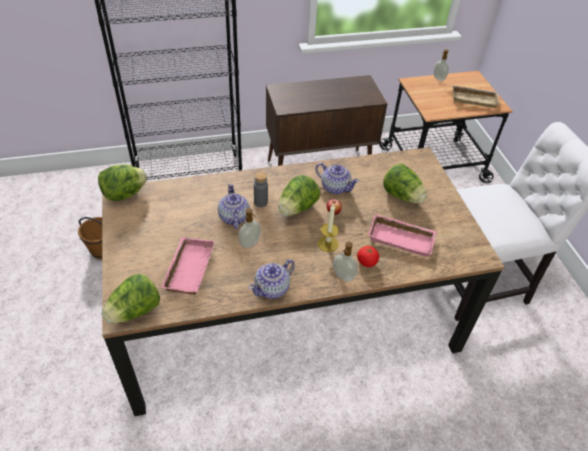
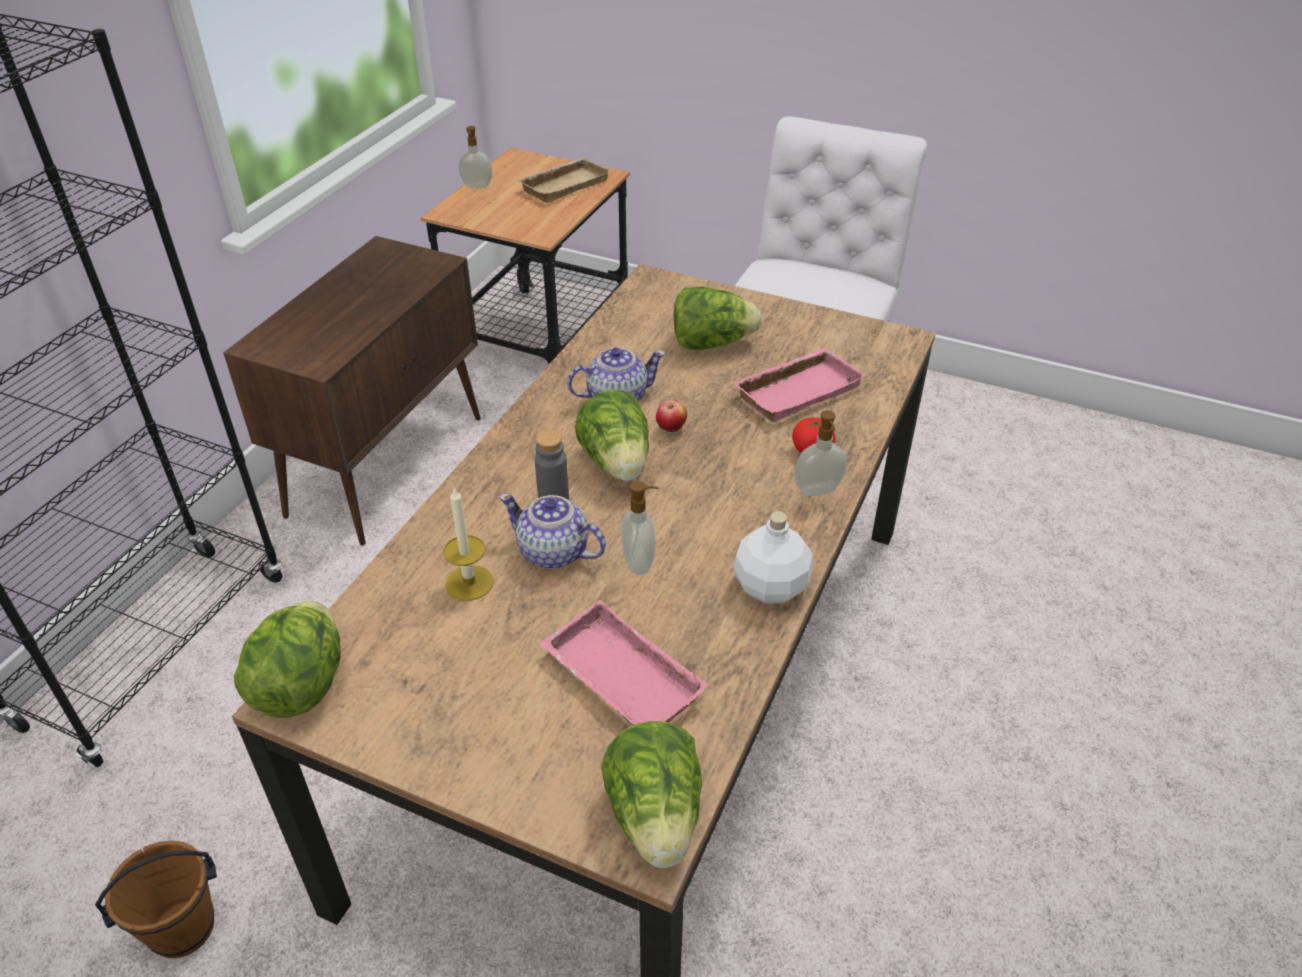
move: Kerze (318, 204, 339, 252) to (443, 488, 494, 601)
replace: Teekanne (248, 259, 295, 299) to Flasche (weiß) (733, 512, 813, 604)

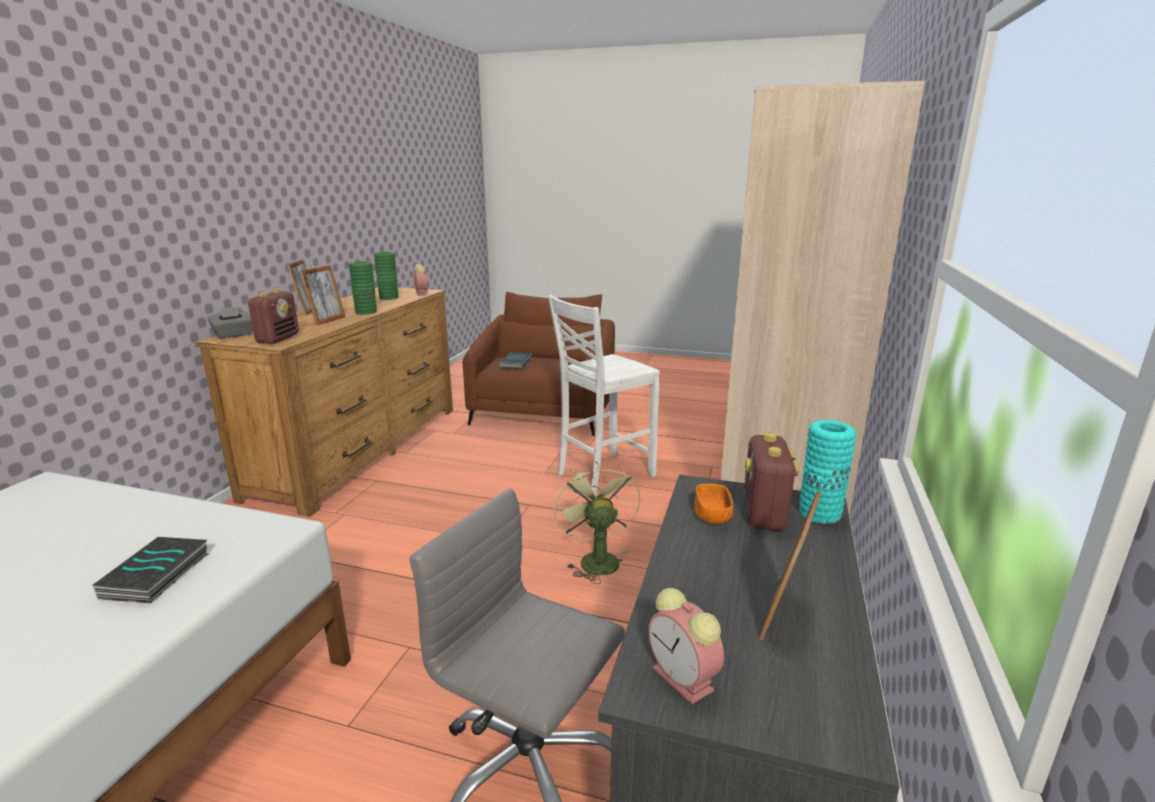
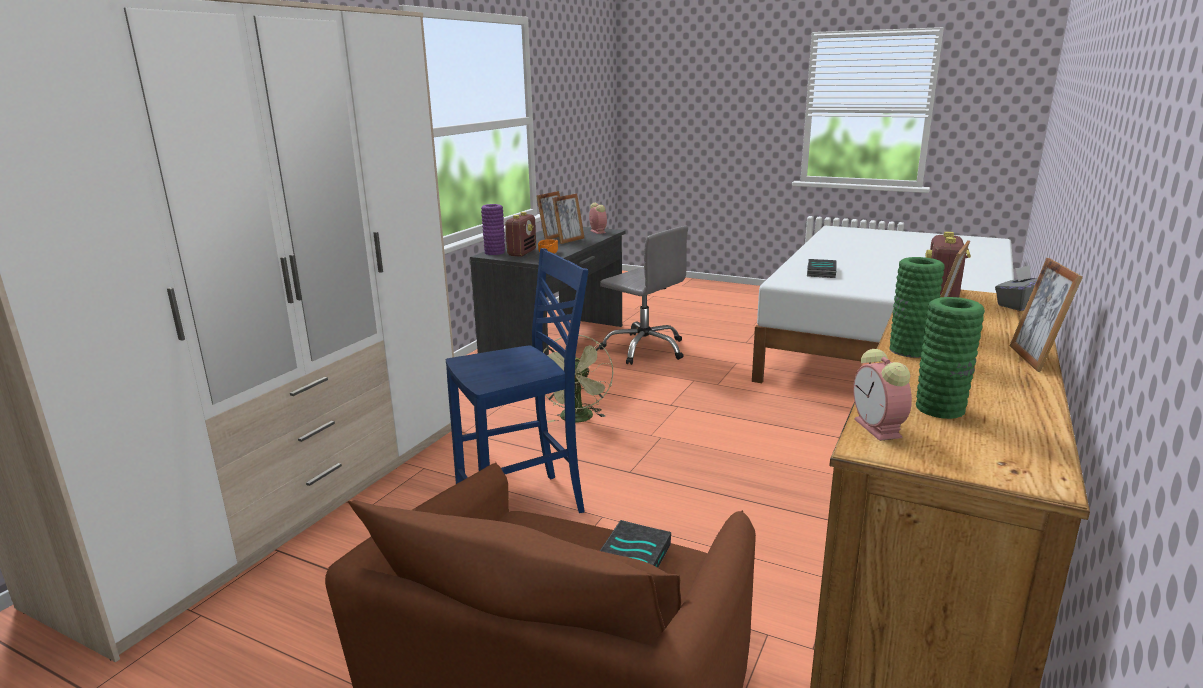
insert: Bilderrahmen (552, 194, 585, 244)
recolor: Stuhl (weiß) (548, 295, 660, 495) to Stuhl (blau) (446, 248, 588, 513); Vase (türkis) (799, 420, 856, 524) to Vase (lila) (481, 204, 505, 255)

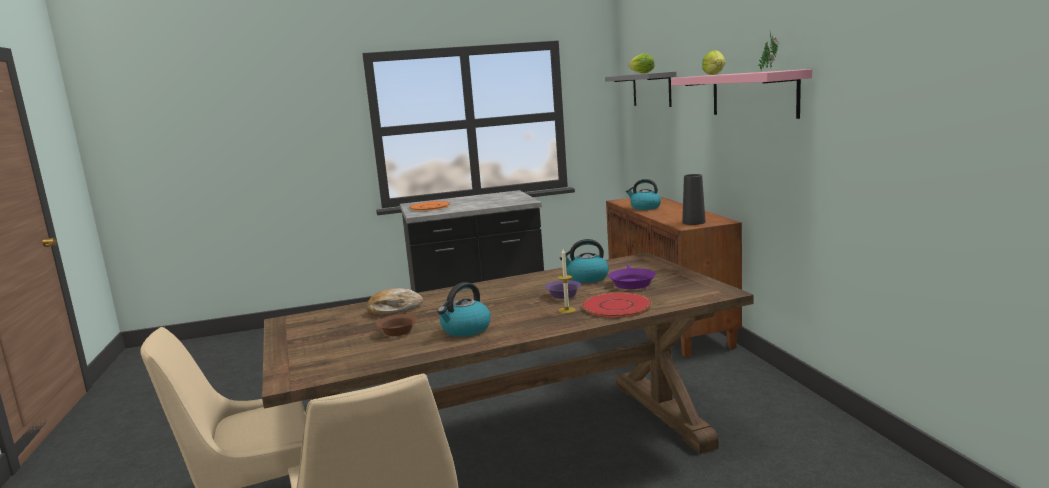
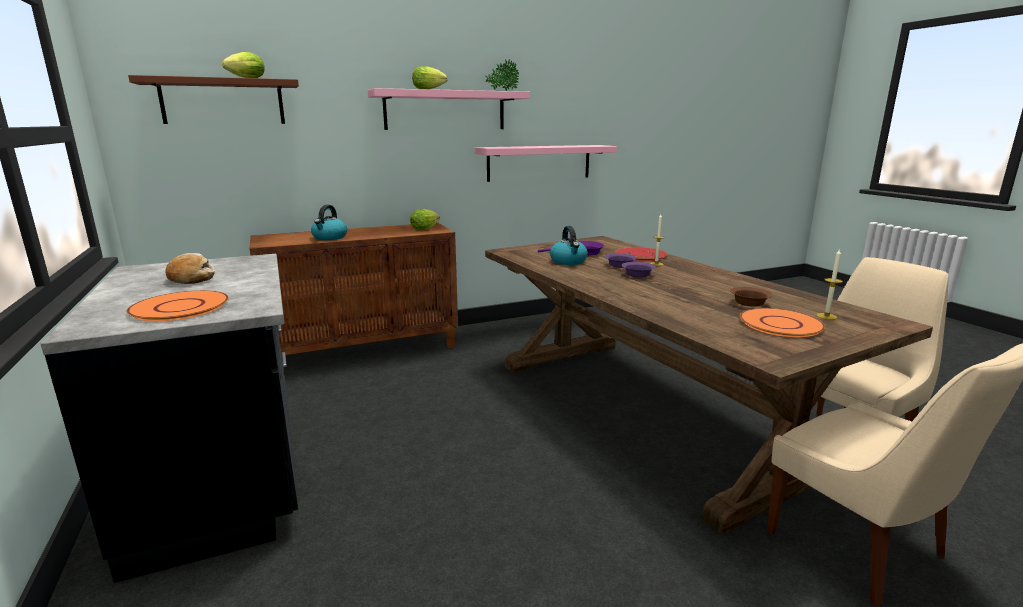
delete: Wasserkessel (437, 282, 491, 337)
insert: Wandregal (rosa) (475, 145, 617, 182); Schüssel (lila) (622, 262, 656, 278); Teller (orange) (740, 308, 825, 337); Kerze (816, 248, 843, 320)
move: Brot (367, 288, 423, 316) to (165, 253, 215, 284)
replace: Vase (schwarz) (682, 174, 706, 225) to Salatkopf (410, 209, 440, 230)
recolor: Wandregal (grau) (605, 71, 677, 107) to Wandregal (braun) (128, 75, 299, 124)

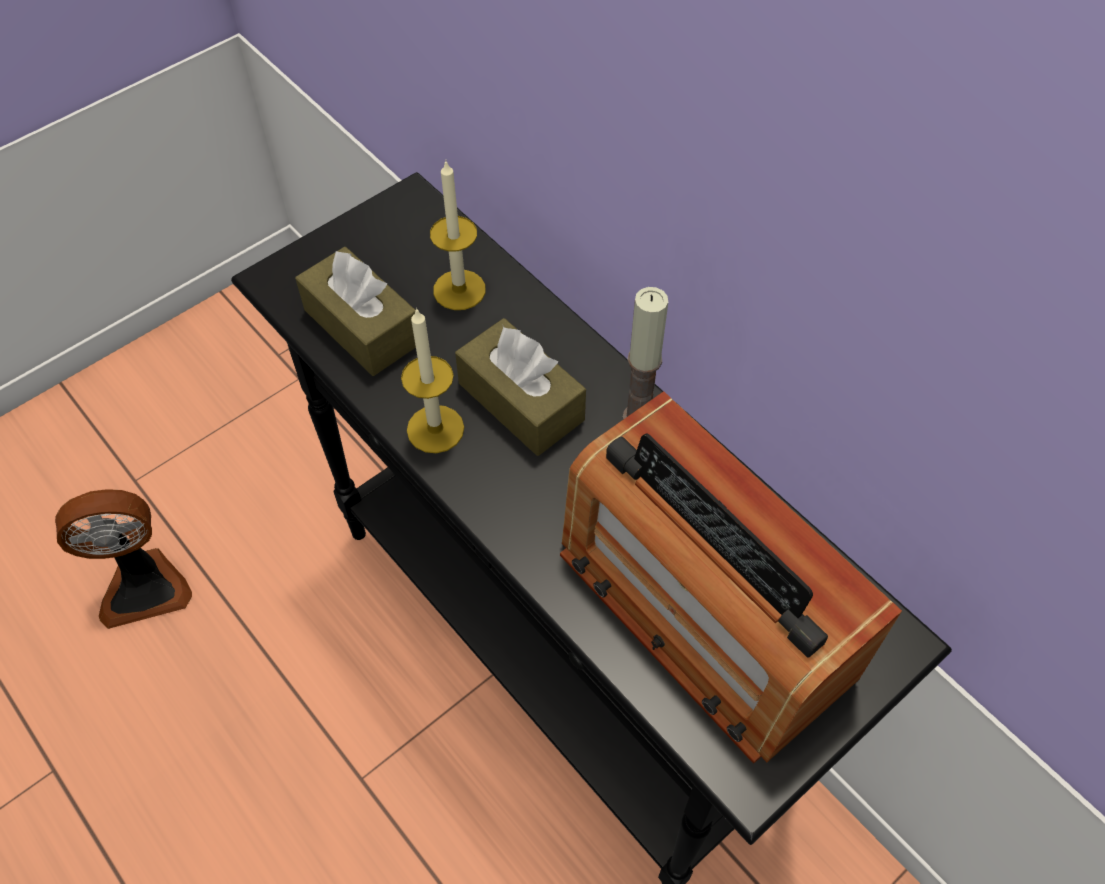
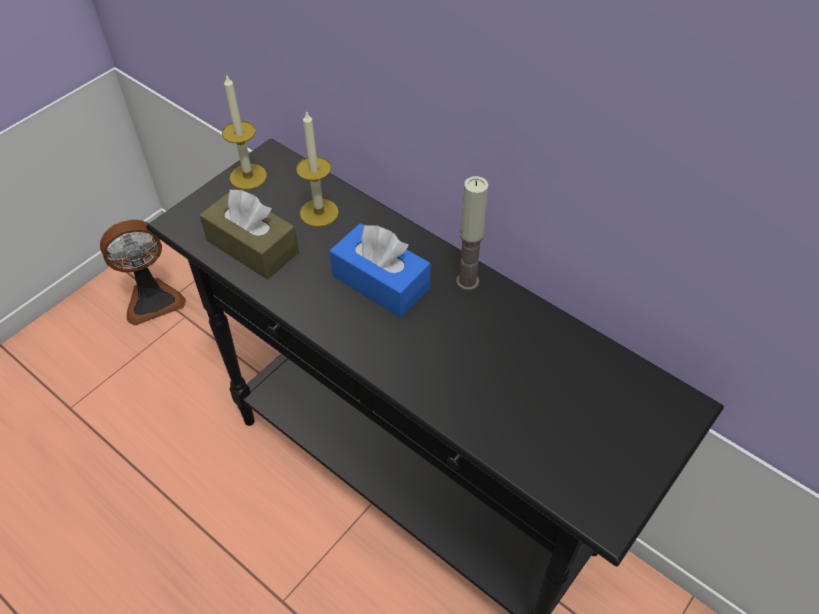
delete: Radio (560, 391, 902, 764)
move: Ventilator (55, 489, 192, 629) to (100, 220, 186, 326); Kerze (401, 307, 464, 453) to (222, 74, 267, 190)
recolor: Taschentuchbox (braun) (455, 318, 586, 456) to Taschentuchbox (blau) (330, 223, 431, 318)

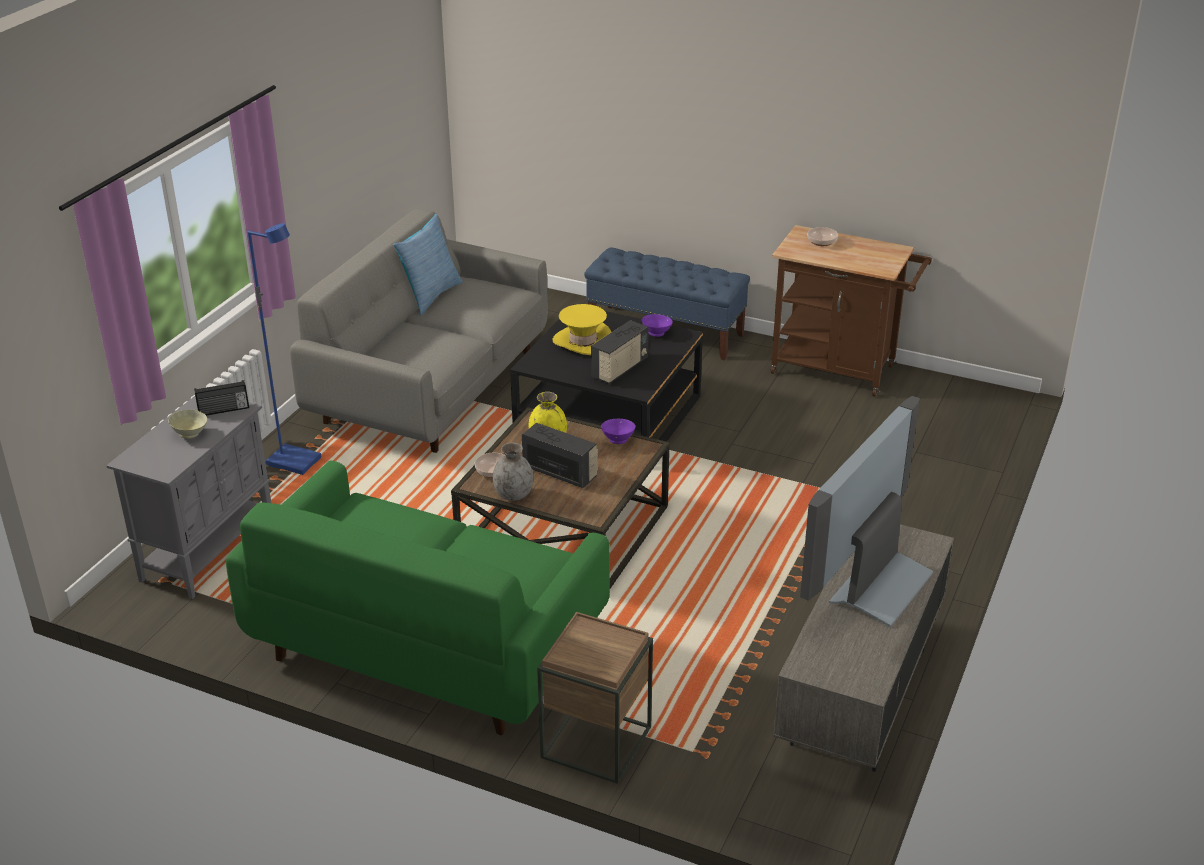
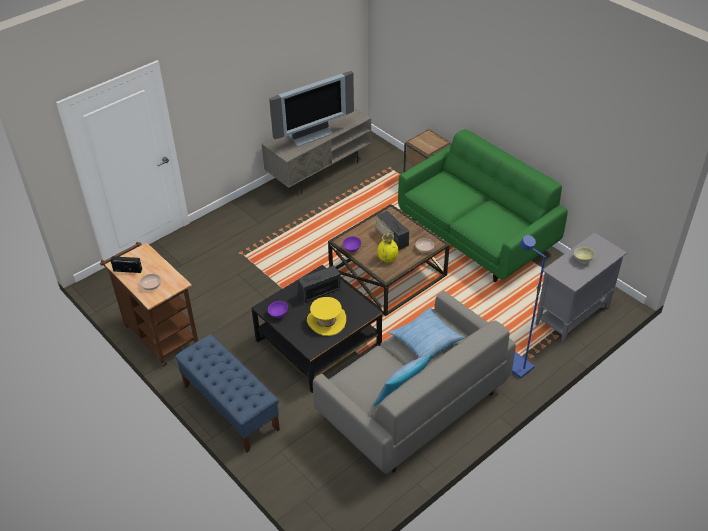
delete: Vase (grau) (493, 443, 533, 501)
insert: Kissen (388, 307, 465, 358)
move: Radio (194, 380, 249, 416) to (110, 256, 142, 273)

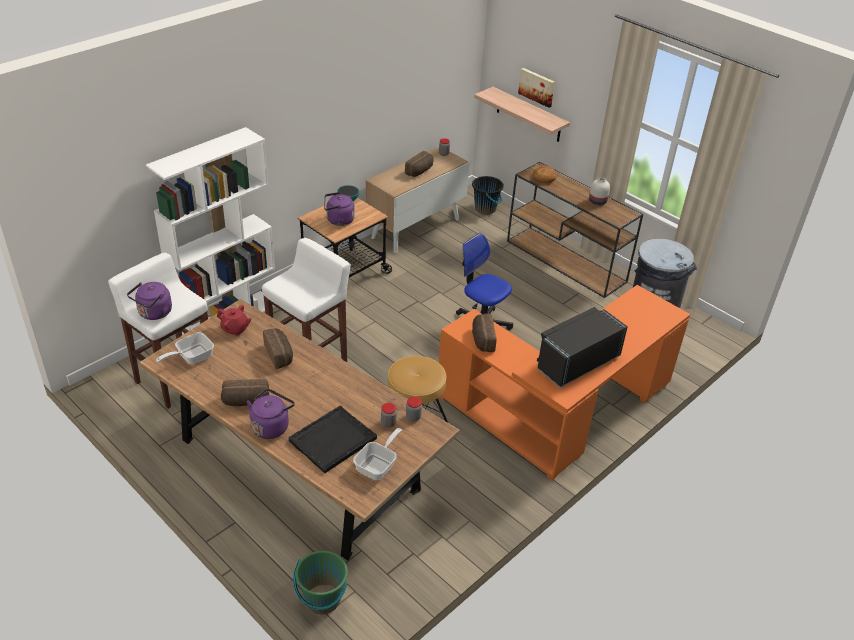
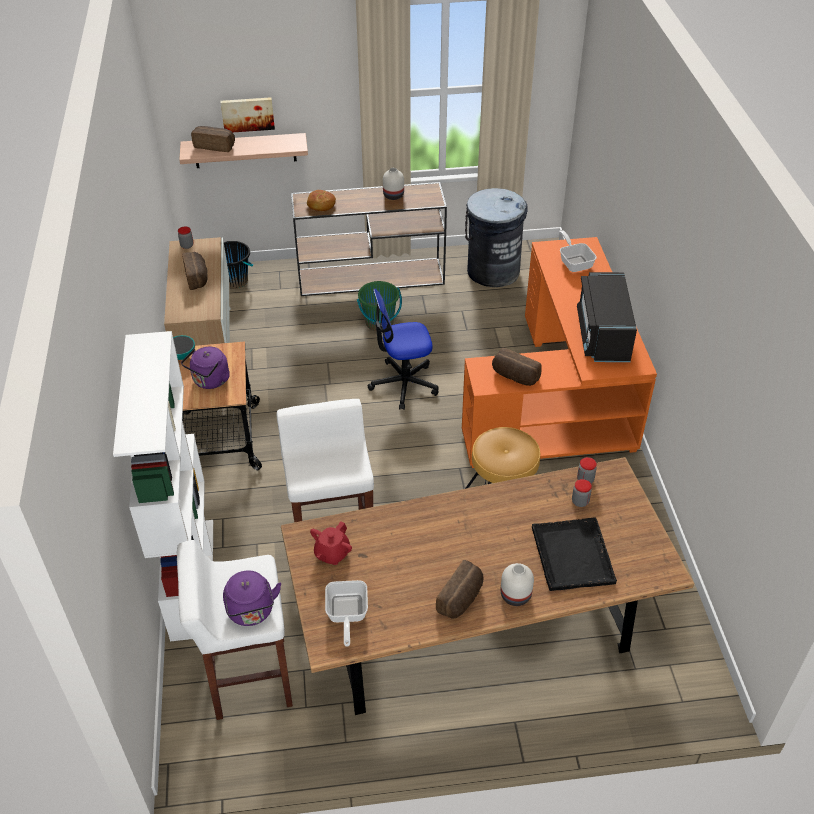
move: Brot (263, 328, 293, 369) to (191, 126, 235, 152); Eimer (grün) (293, 551, 348, 614) to (357, 281, 402, 331); Pfanne (353, 428, 402, 480) to (559, 230, 597, 272)
replace: Wasserkessel (lila) (247, 389, 295, 439) to Vase (weiß) (501, 563, 534, 606)
rotate: Teekanne (rot) (217, 304, 251, 336) = (310, 522, 352, 565) 150 degrees clockwise

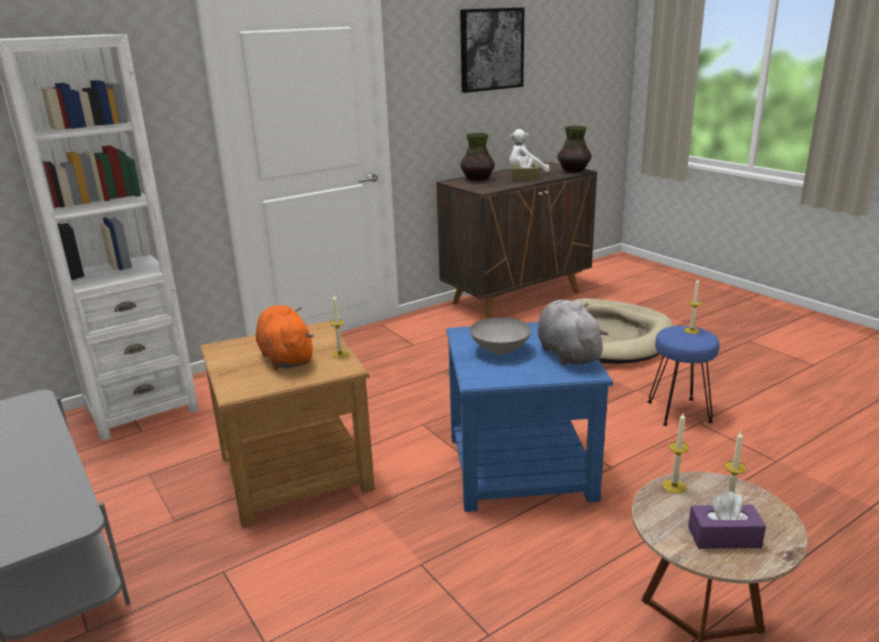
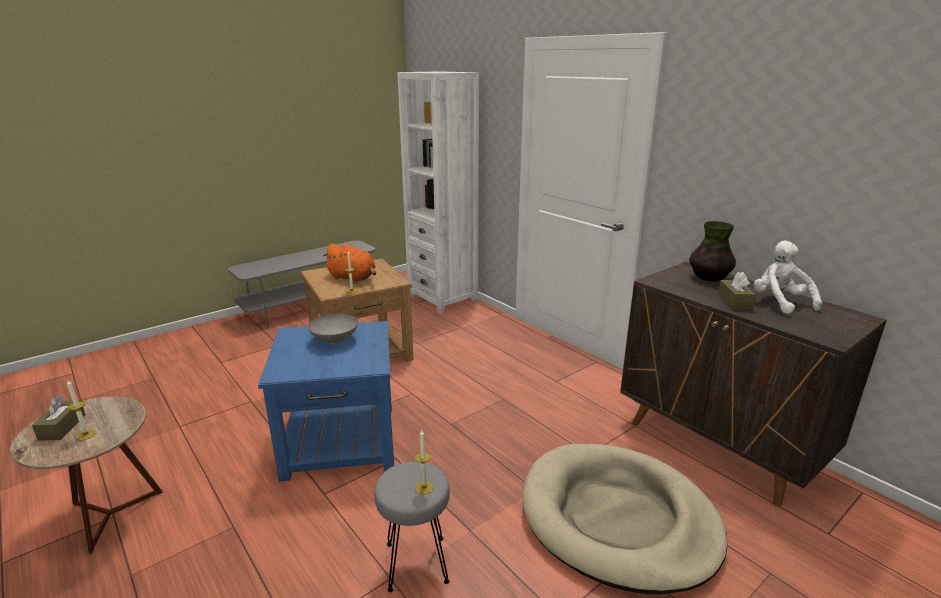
delete: Bild (460, 8, 524, 93); Plüschtier (grau) (538, 300, 609, 365); Vase (557, 126, 592, 172); Kerze (663, 413, 690, 494)
recolor: Hocker (blau) (647, 326, 719, 426) to Hocker (grau) (374, 461, 450, 592); Taschentuchbox (lila) (688, 492, 766, 549) to Taschentuchbox (braun) (32, 395, 86, 441)
rotate: Plüschtier (orange) (256, 305, 314, 370) = (323, 243, 376, 283) 60 degrees clockwise

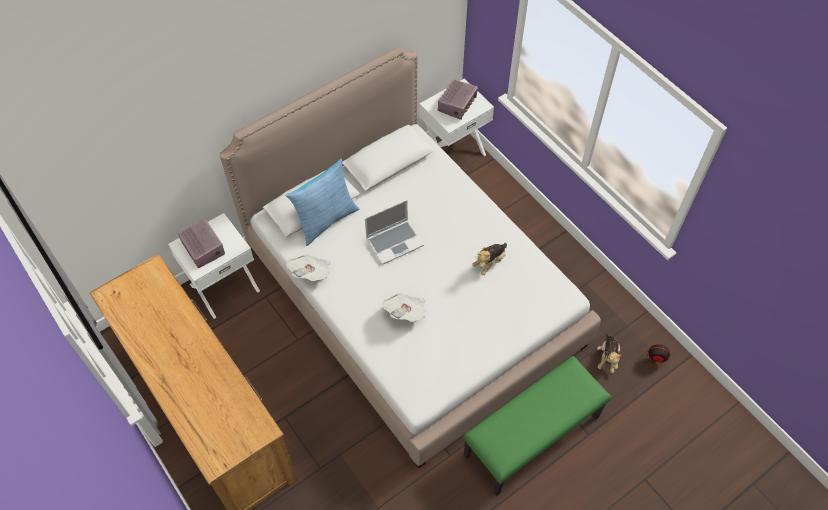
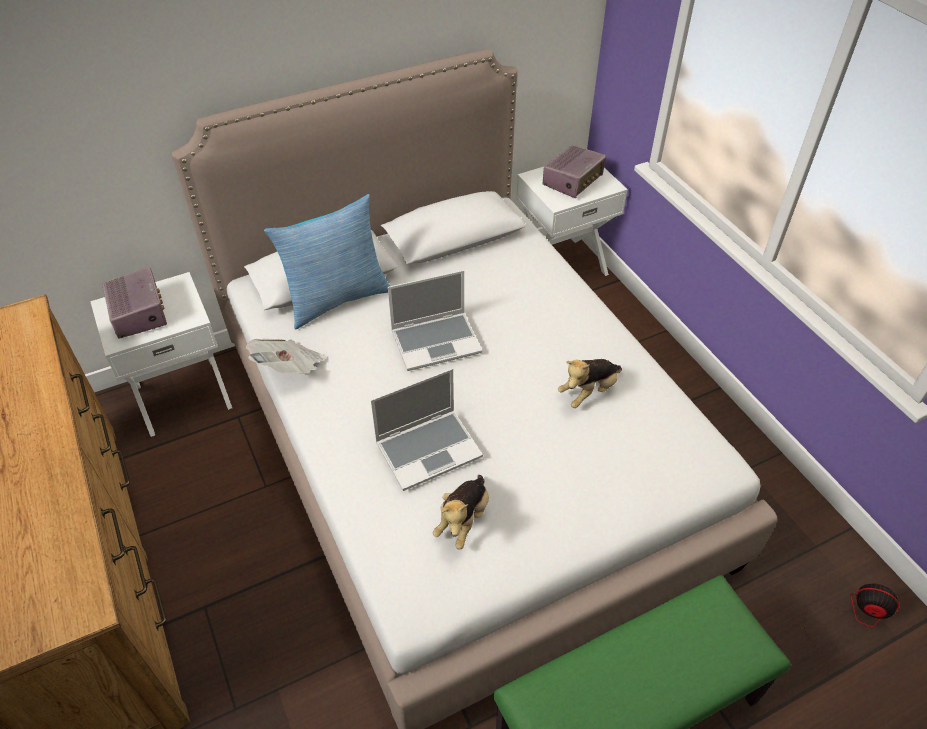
move: Plüschtier (597, 334, 621, 373) to (433, 475, 489, 550)
replace: Zeitung (383, 293, 426, 322) to Laptop (371, 368, 483, 491)

